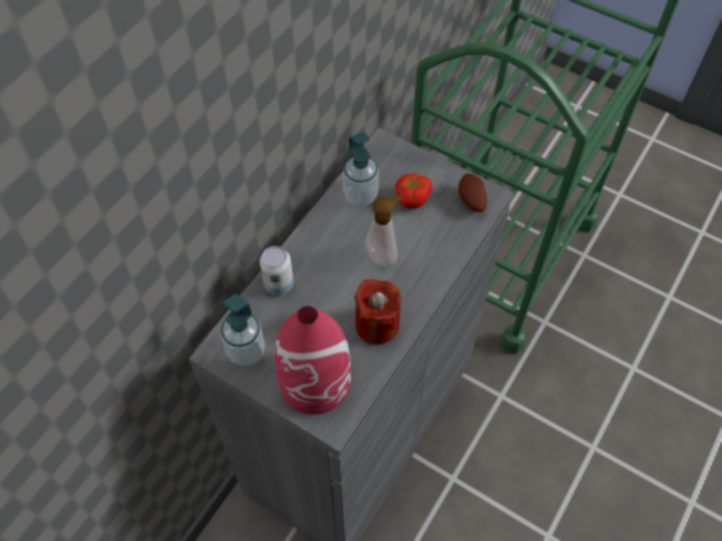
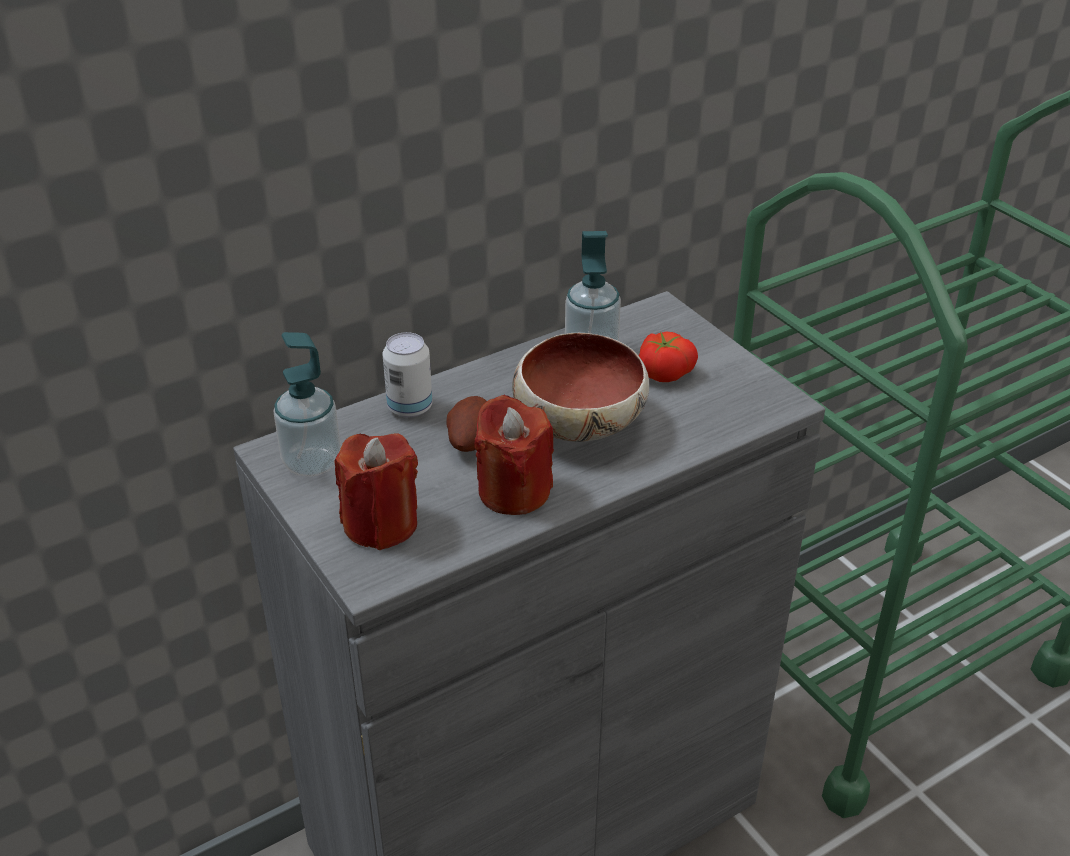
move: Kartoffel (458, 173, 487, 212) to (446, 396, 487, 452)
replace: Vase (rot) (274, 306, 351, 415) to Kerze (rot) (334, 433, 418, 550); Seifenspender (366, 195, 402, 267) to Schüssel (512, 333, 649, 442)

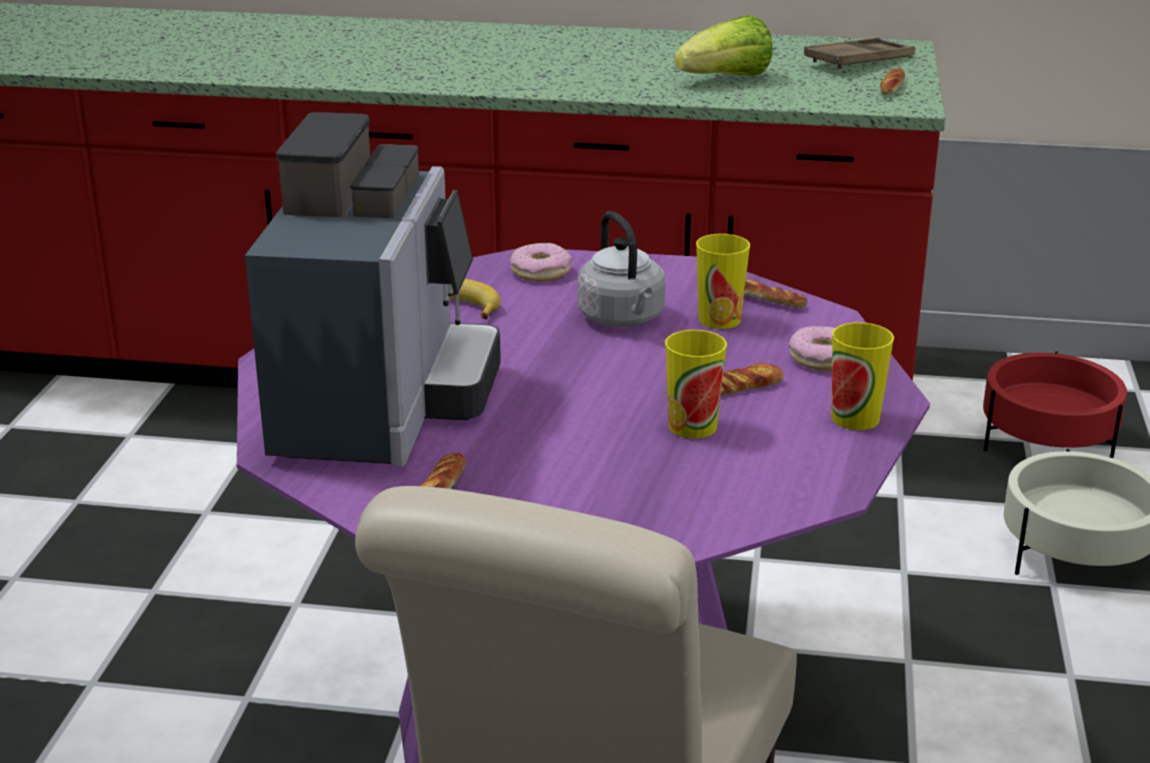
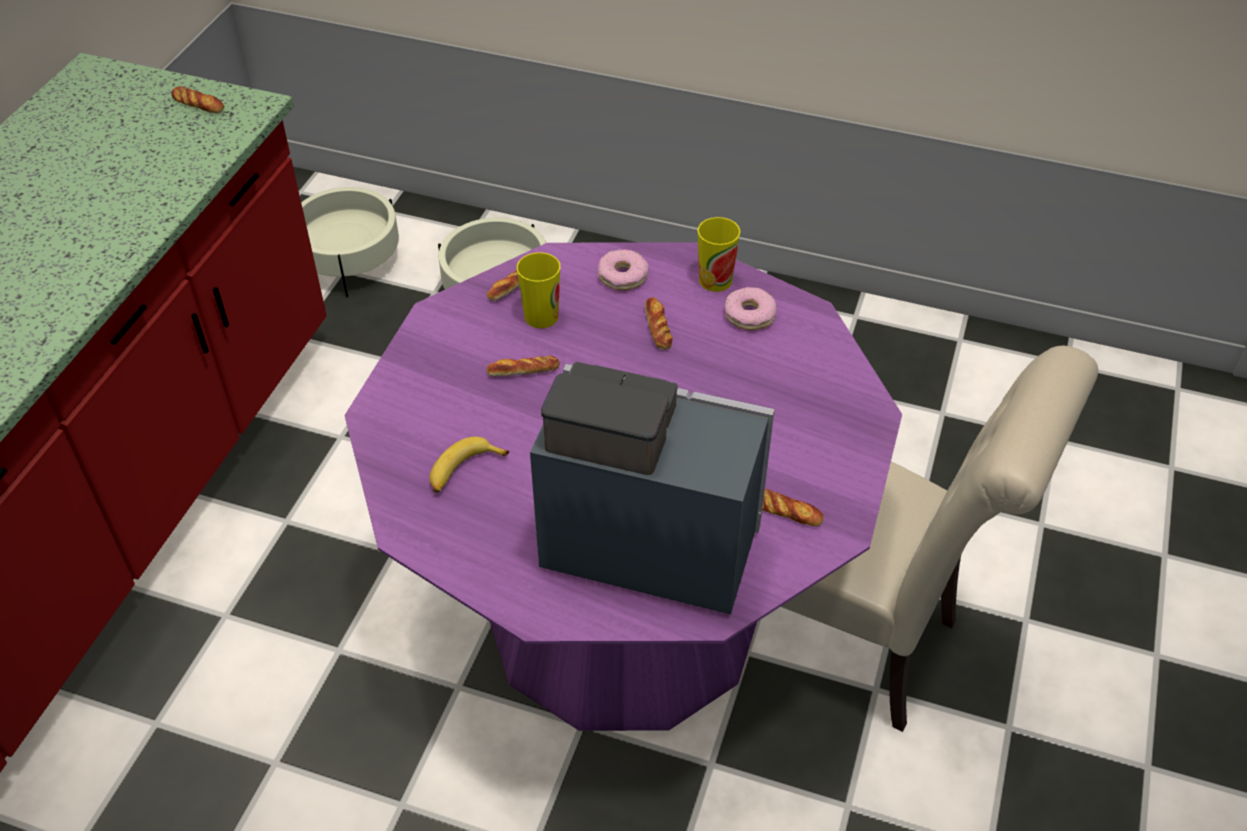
delete: Tasse (665, 330, 727, 439); Salatkopf (674, 15, 773, 76); Tablett (braun) (804, 38, 915, 69)
move: Donut (510, 243, 572, 282) to (725, 287, 776, 330)
replace: Wasserkessel (grau) (578, 211, 665, 327) to Brot (486, 356, 560, 376)
recolor: Pflanzkübel (rot) (983, 351, 1127, 458) to Pflanzkübel (beige) (301, 187, 399, 297)

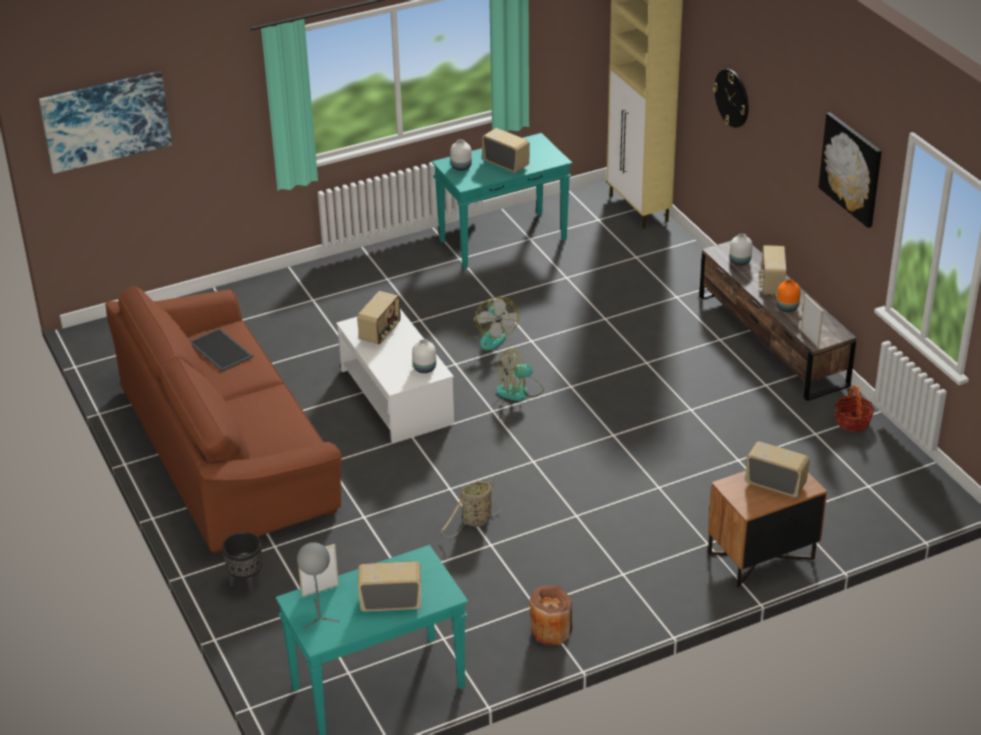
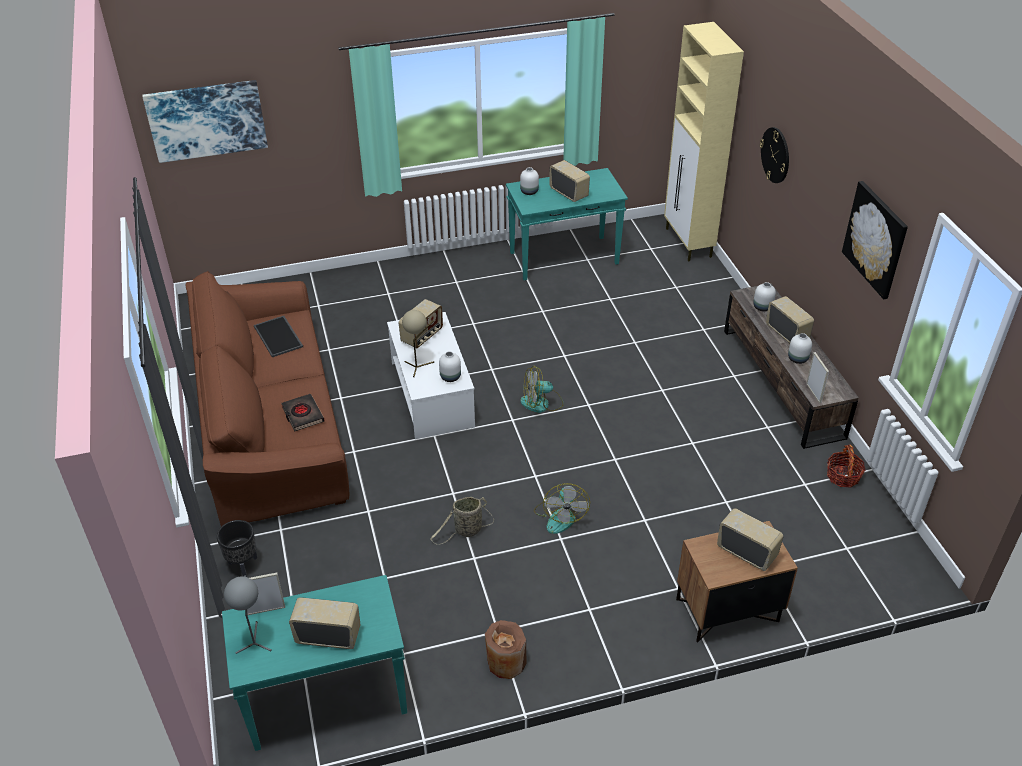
insert: Buch (schwarz) (281, 394, 324, 431); Tischlampe (beige) (402, 310, 434, 377)
move: Ventilator (465, 297, 519, 350) to (534, 483, 590, 534)
recolor: Vase (orange) (777, 279, 801, 312) to Vase (weiß) (788, 333, 812, 364)
rotate: Radio (759, 245, 786, 295) = (766, 296, 814, 343) 135 degrees clockwise

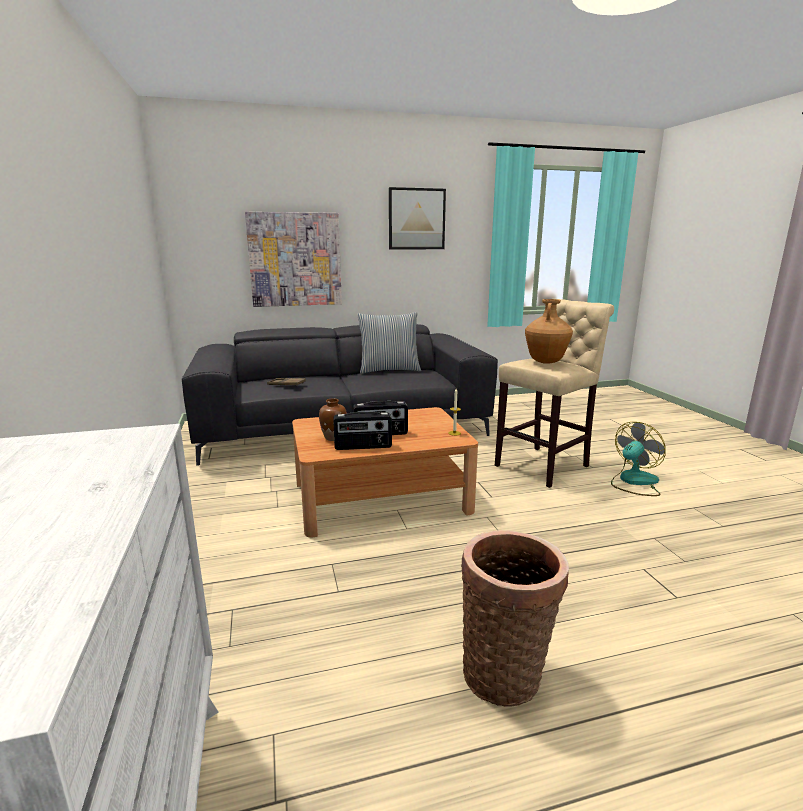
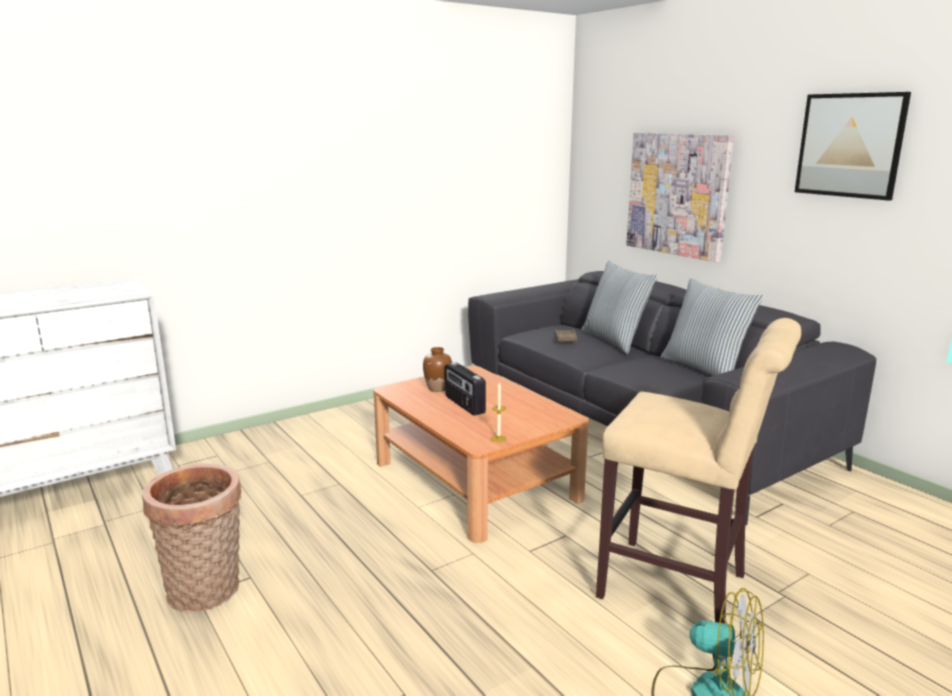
delete: Radio (333, 412, 392, 450); Vase (braun) (525, 299, 573, 364)
insert: Kissen (581, 260, 658, 354)

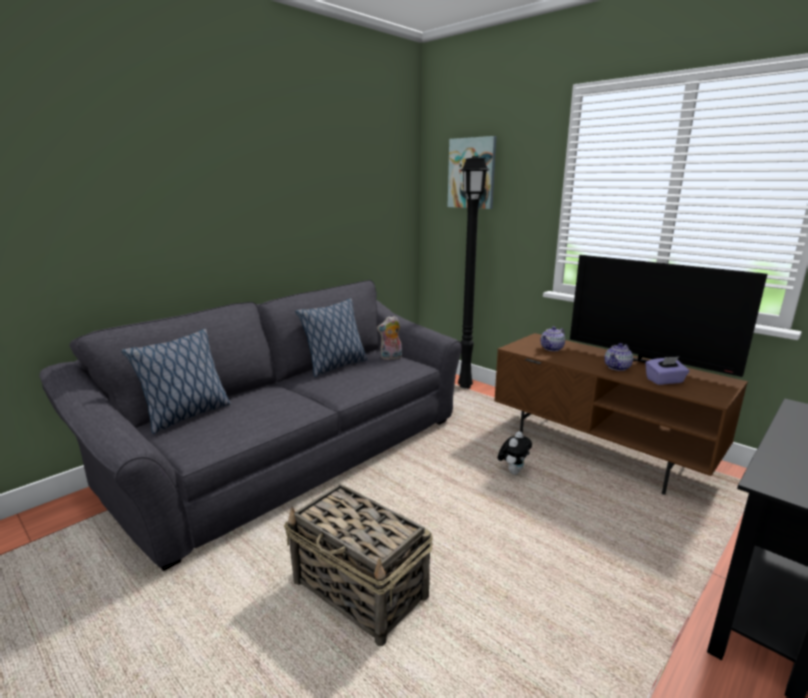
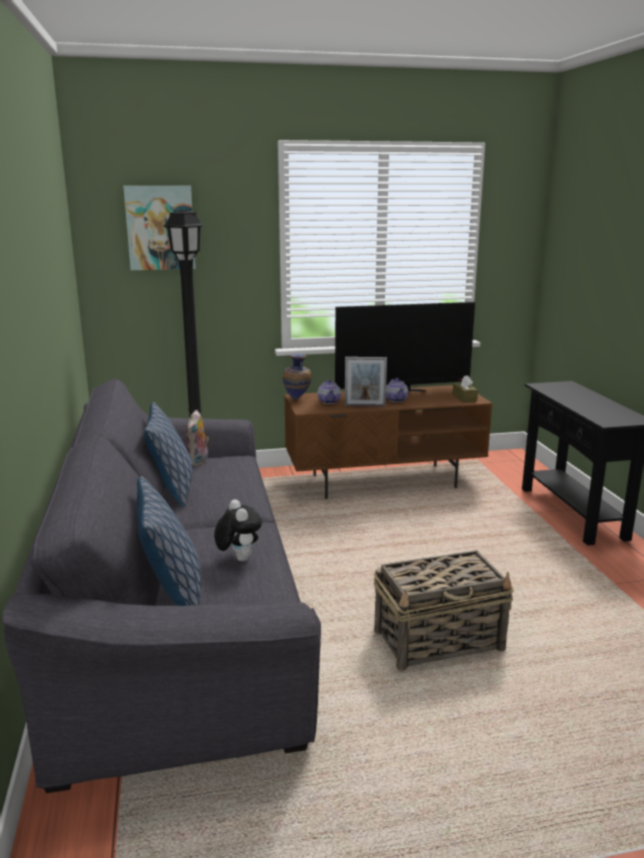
delete: Taschentuchbox (lila) (645, 357, 690, 385)
insert: Vase (283, 354, 311, 400); Bilderrahmen (345, 357, 387, 406); Taschentuchbox (braun) (452, 375, 478, 402)
move: Plüschtier (498, 431, 532, 475) to (214, 499, 262, 561)

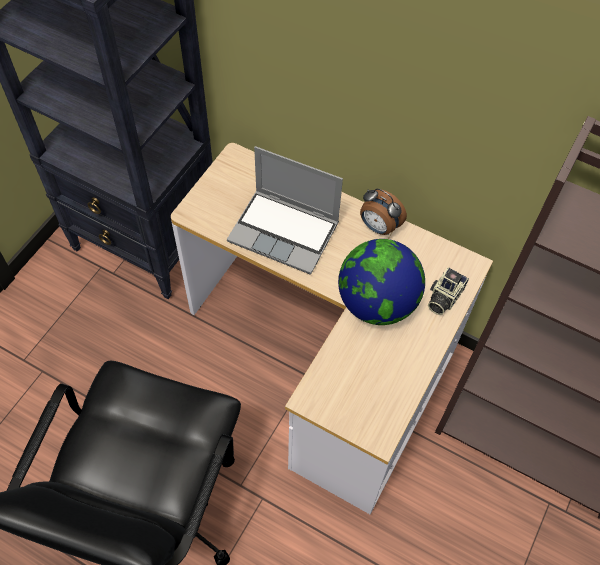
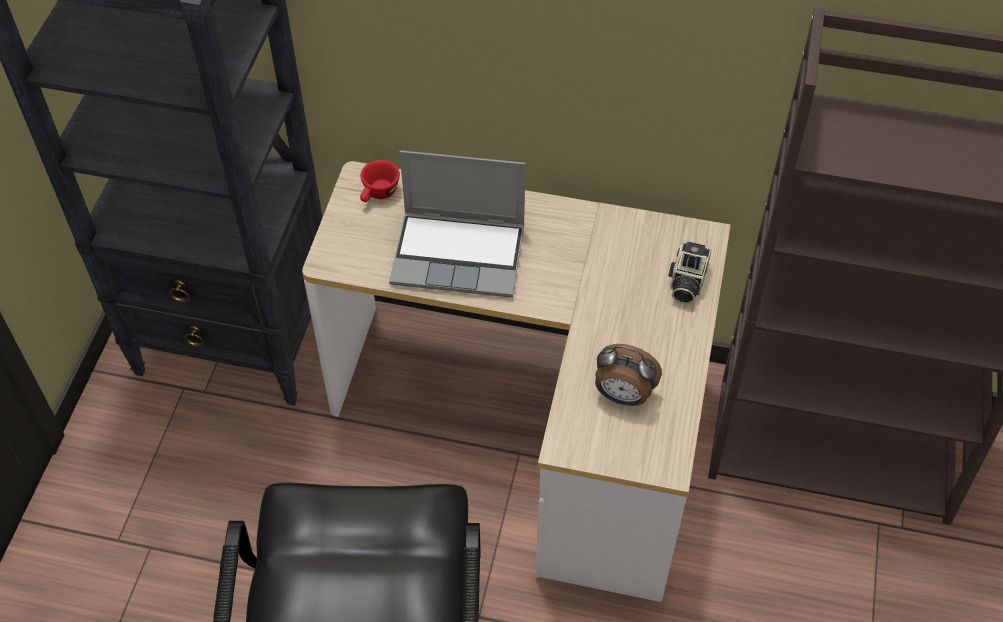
delete: Globus (338, 239, 425, 325)
insert: Tasse (rot) (360, 160, 400, 202)
move: Wecker (360, 189, 407, 235) to (595, 344, 662, 406)

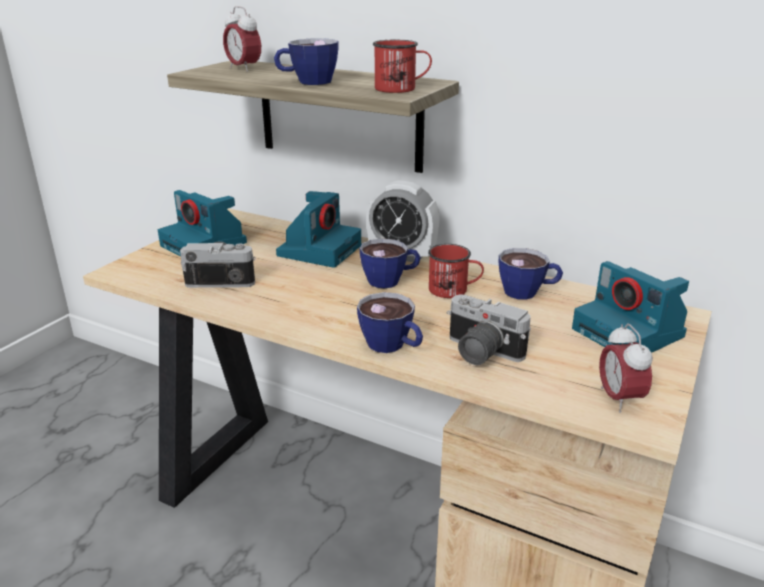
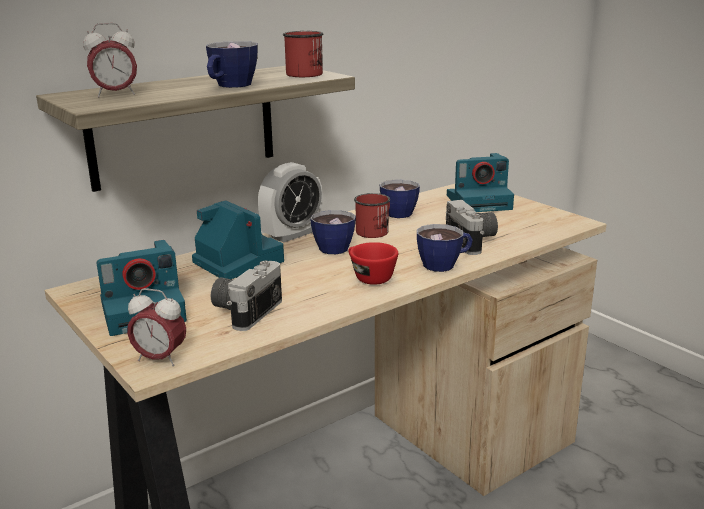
insert: Tasse (rot) (349, 242, 398, 285)
move: Wecker (599, 323, 653, 413) to (127, 288, 186, 366)
rotate: Kamera (447, 294, 531, 365) = (446, 200, 498, 255) 75 degrees counterclockwise

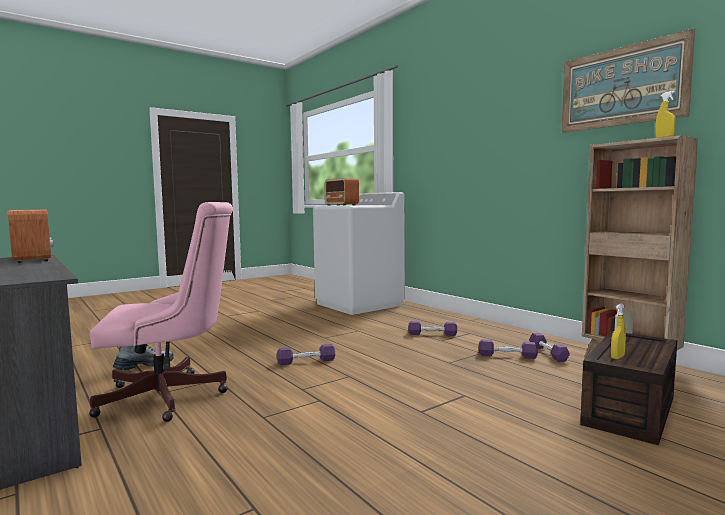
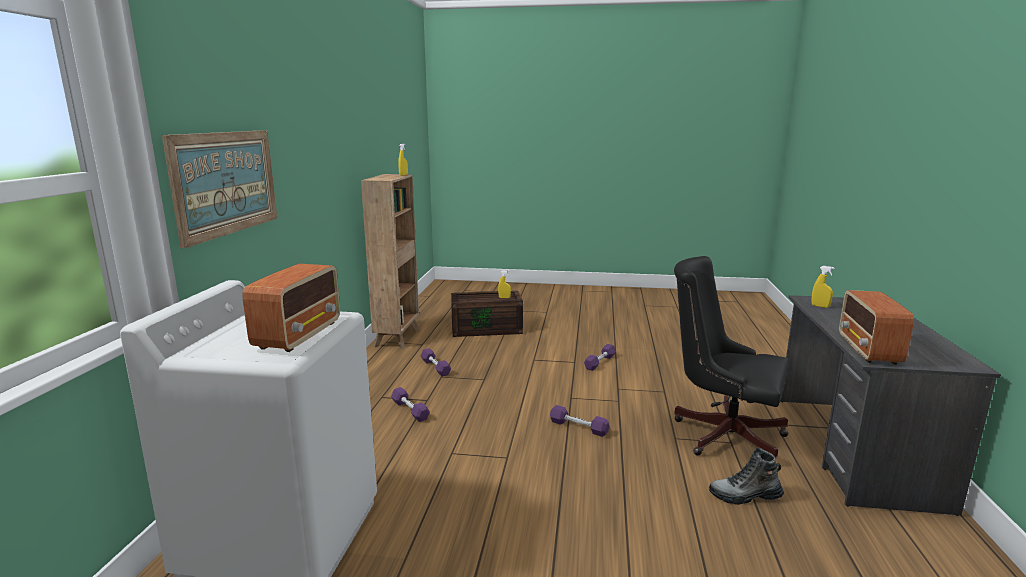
insert: Sprühflasche (gelb) (811, 266, 834, 308)
move: Hantel (lila) (529, 333, 570, 362) to (584, 344, 616, 371); Bild (561, 29, 695, 133) to (162, 130, 277, 248)
recolor: Bürostuhl (rosa) (89, 202, 233, 422) to Bürostuhl (schwarz) (674, 256, 789, 459)

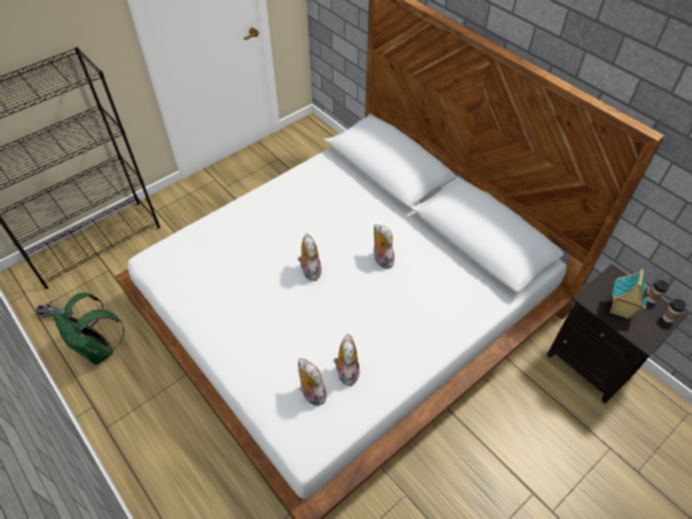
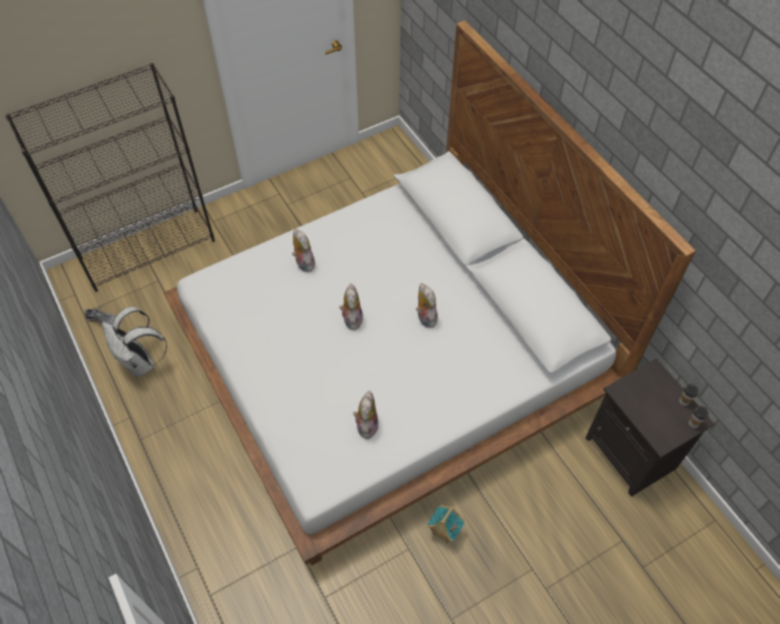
move: Plüschtier (298, 358, 328, 406) to (292, 229, 315, 272); Spielzeughaus (610, 269, 653, 319) to (427, 505, 465, 544)
recolor: Rucksack (grün) (53, 293, 124, 365) to Rucksack (weiß) (102, 307, 167, 377)

